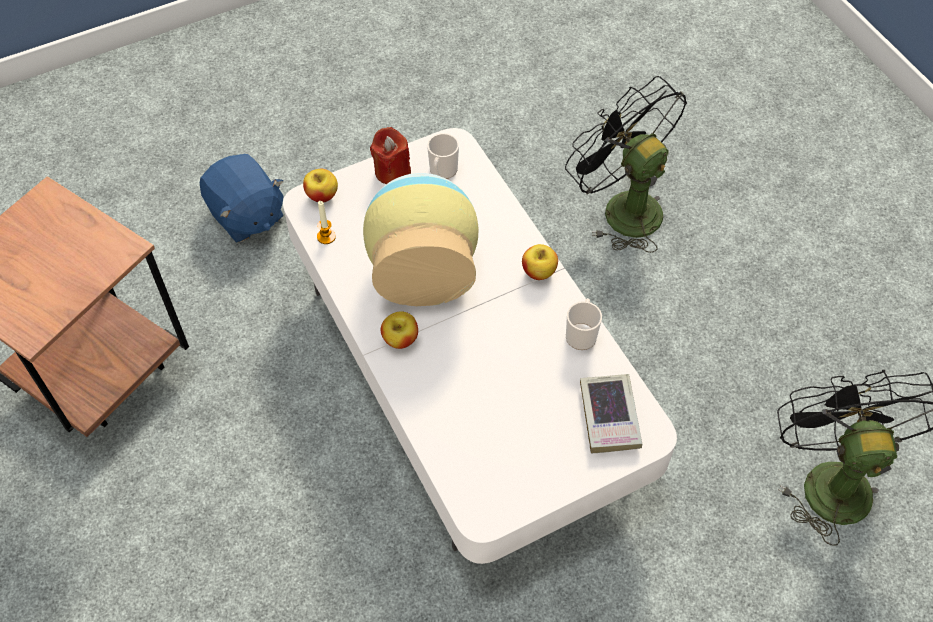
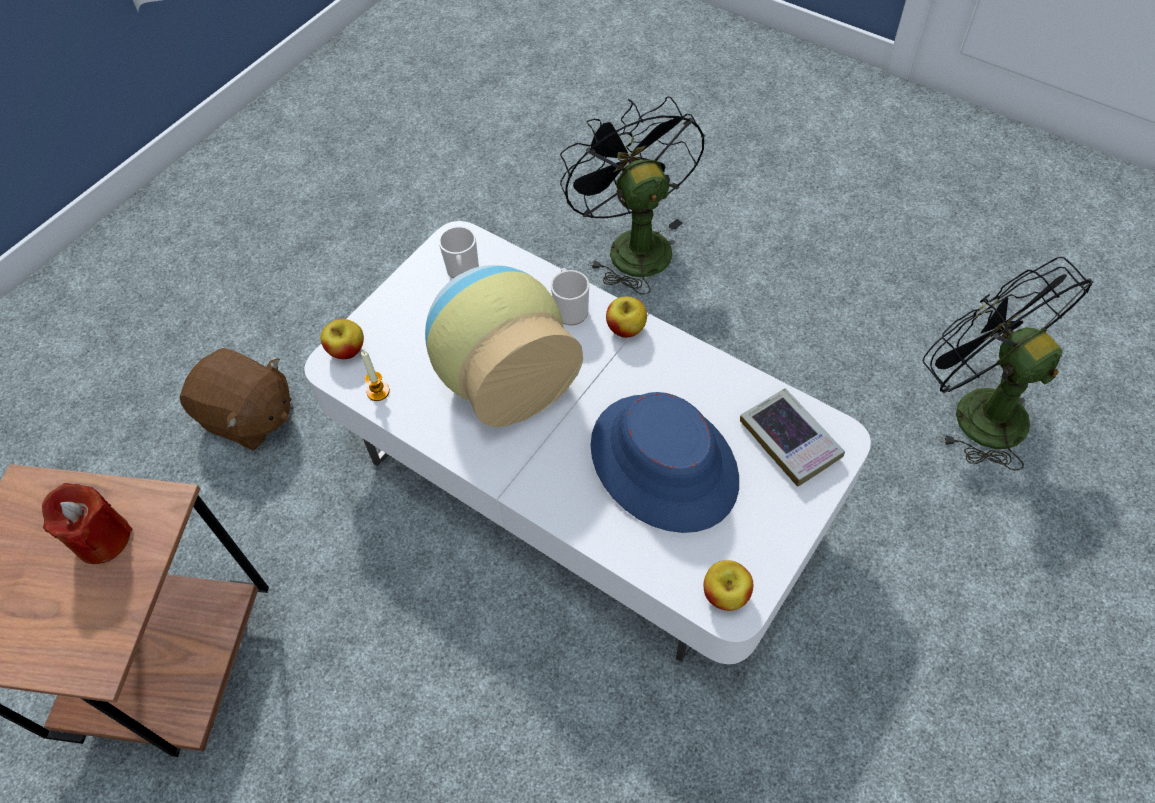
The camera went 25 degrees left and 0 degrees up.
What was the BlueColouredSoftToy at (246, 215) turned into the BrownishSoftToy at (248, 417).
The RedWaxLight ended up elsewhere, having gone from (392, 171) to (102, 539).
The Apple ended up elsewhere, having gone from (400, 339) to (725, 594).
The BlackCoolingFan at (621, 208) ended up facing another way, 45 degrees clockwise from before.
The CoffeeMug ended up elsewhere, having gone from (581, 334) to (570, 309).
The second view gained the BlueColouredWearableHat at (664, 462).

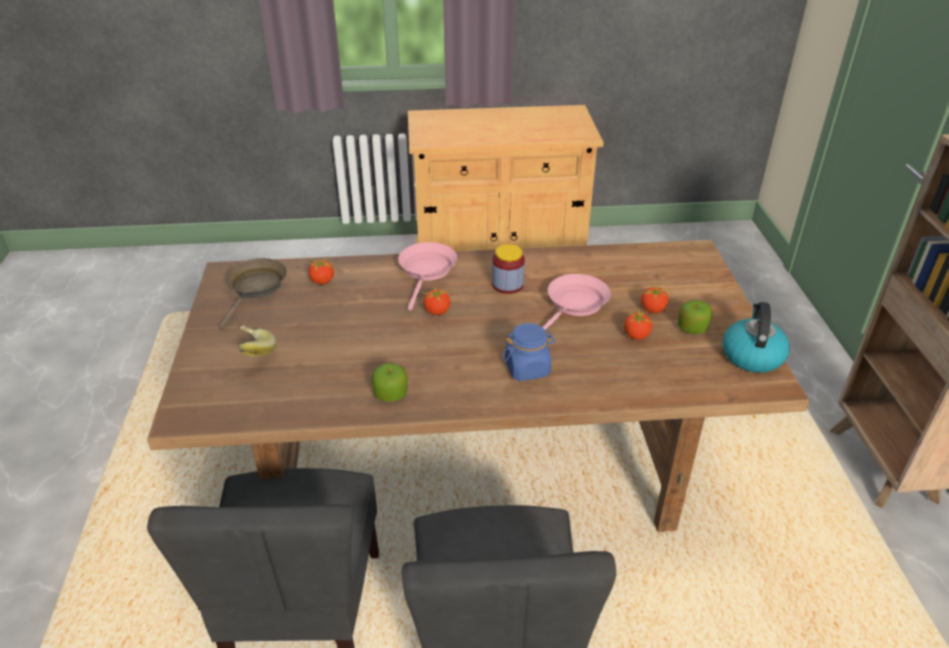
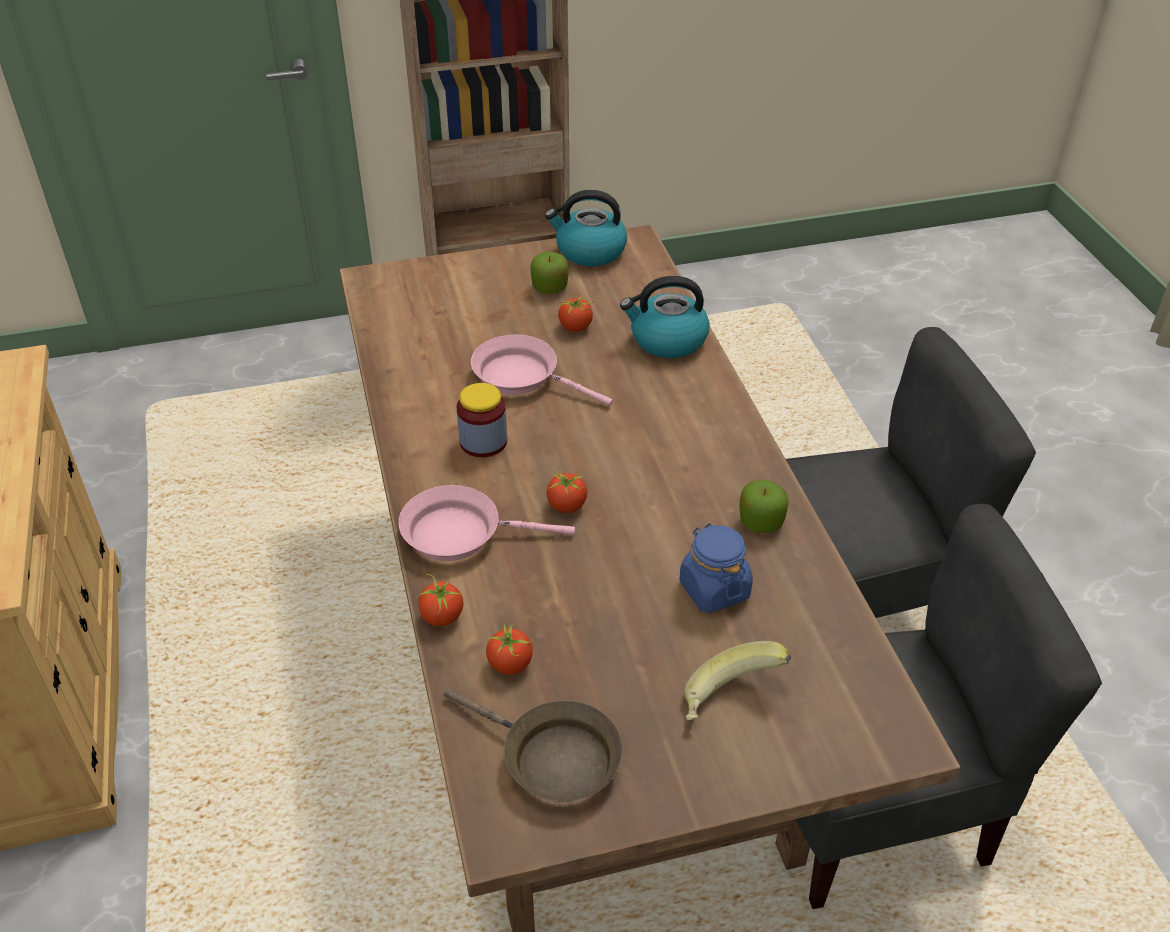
The camera went 100 degrees left and 5 degrees up.
The BrownishSkillet at (255, 289) ended up facing another way, 150 degrees counterclockwise from before.
The BlueColouredJar ended up elsewhere, having gone from (527, 368) to (714, 589).
The WholeTomato ended up elsewhere, having gone from (653, 309) to (442, 616).
The second view gained the Kettle at (667, 340).

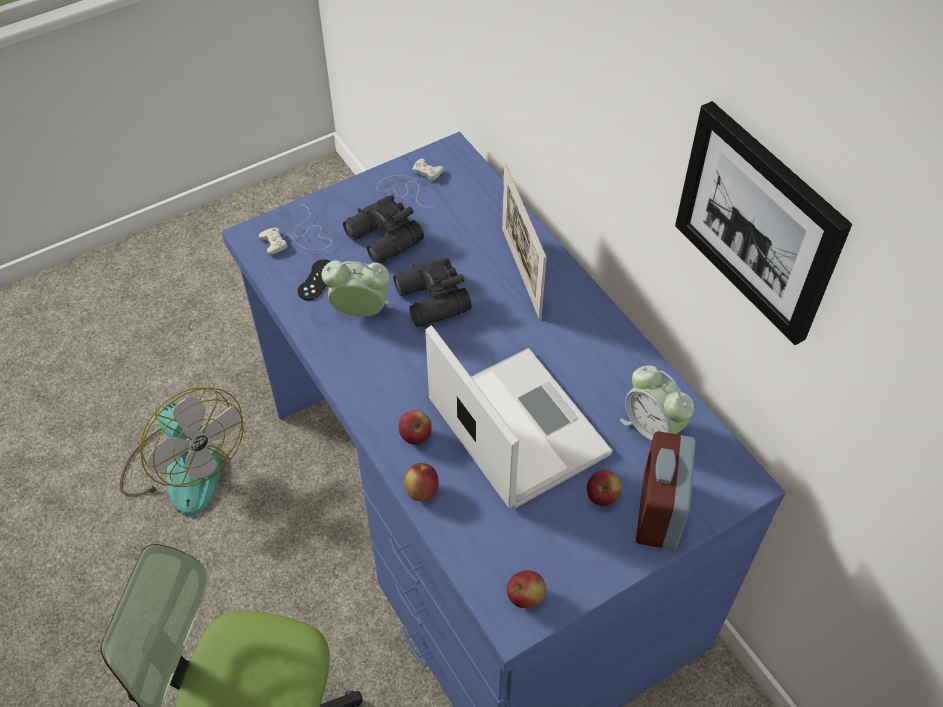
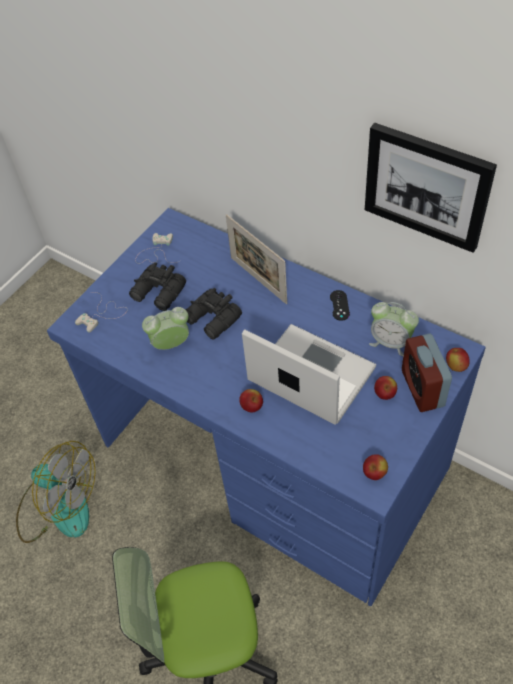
The camera went 20 degrees left and 0 degrees up.
The BlackGamepad ended up elsewhere, having gone from (316, 280) to (339, 305).
The Apple ended up elsewhere, having gone from (422, 491) to (456, 366).

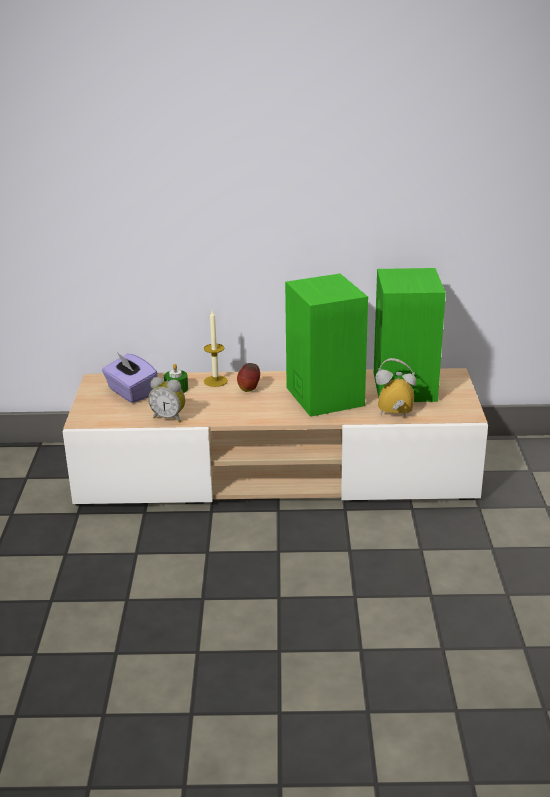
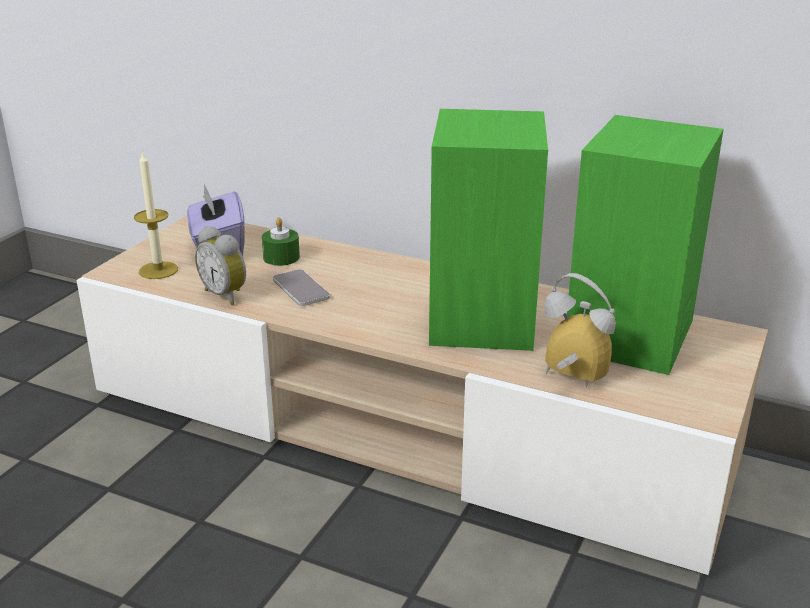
The camera went 25 degrees right and 0 degrees up.
The WaxLight ended up elsewhere, having gone from (215, 381) to (158, 270).
The second view lost the Apple at (249, 389).
The second view gained the Telephone at (301, 289).

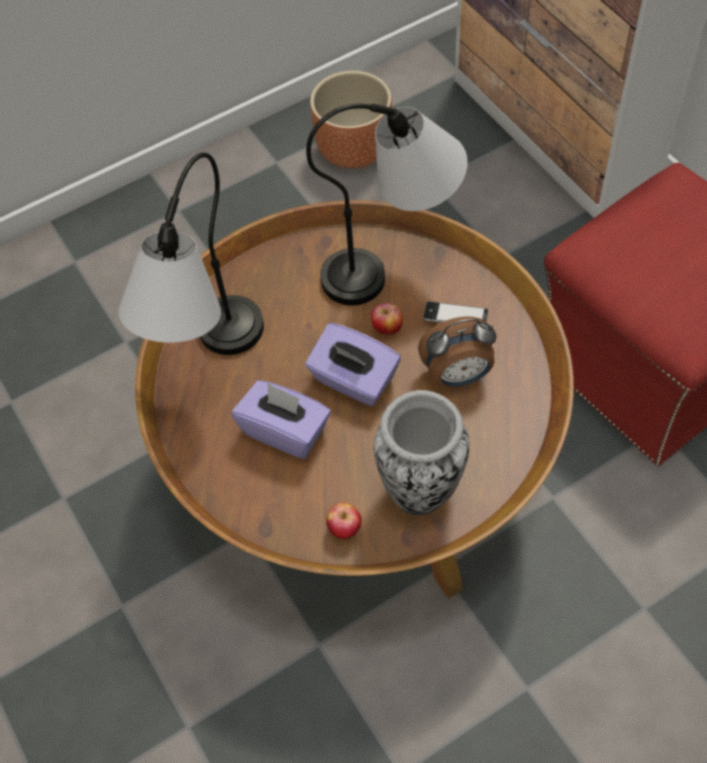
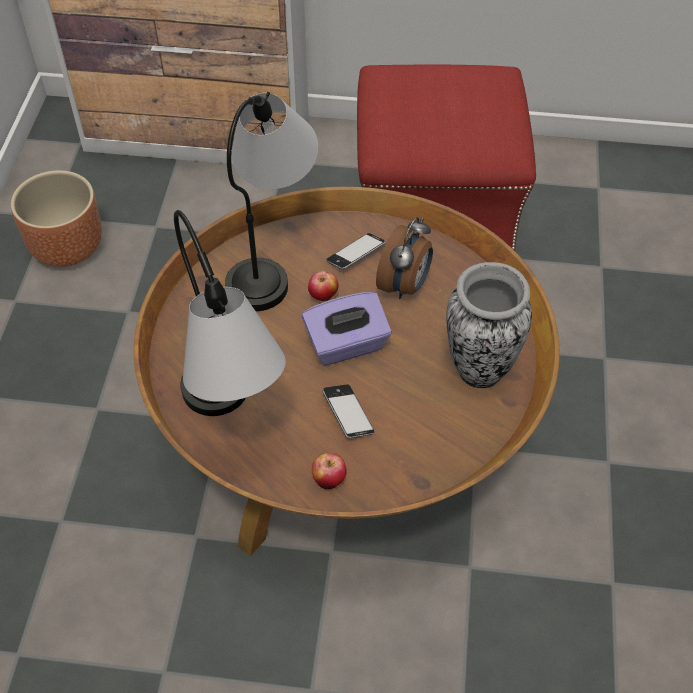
The camera went 55 degrees left and 5 degrees down.
Where the PurpleColouredTissueHolder stood at (285, 431), the Telephone came to stand at (348, 414).
The Apple ended up elsewhere, having gone from (345, 529) to (329, 480).

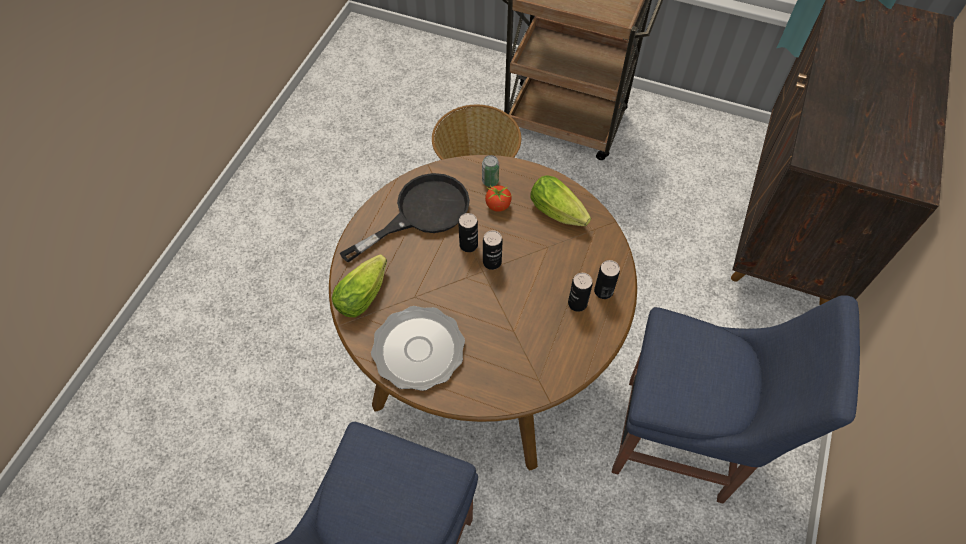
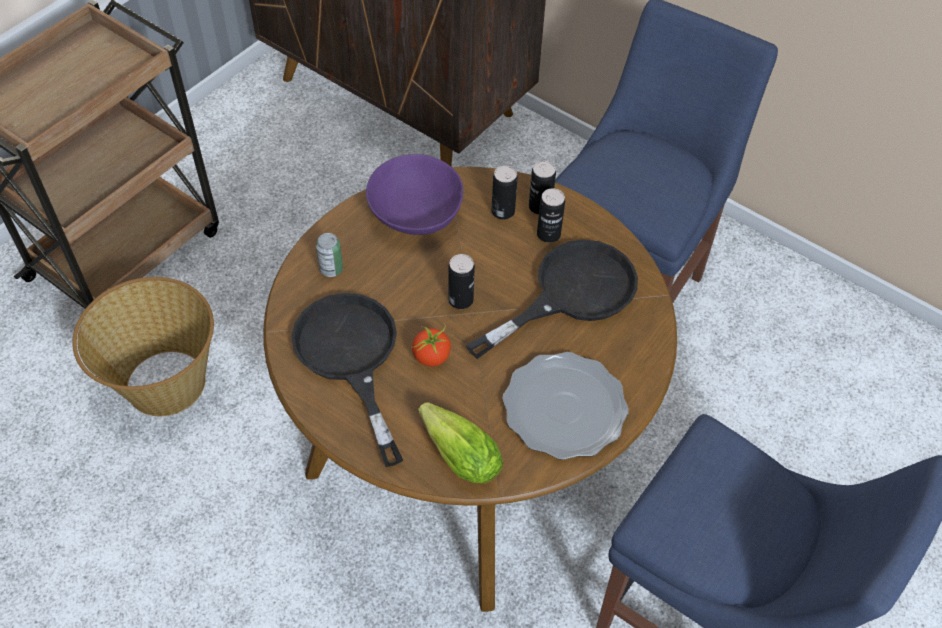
The camera went 75 degrees left and 5 degrees down.
The MetalCan ended up elsewhere, having gone from (468, 245) to (503, 211).
The WholeTomato ended up elsewhere, having gone from (498, 205) to (432, 356).
Where the HeadOfLettuce stood at (560, 213), the PurpleColouredServingBowl came to stand at (414, 213).
The second view gained the BlackSkillet at (570, 294).

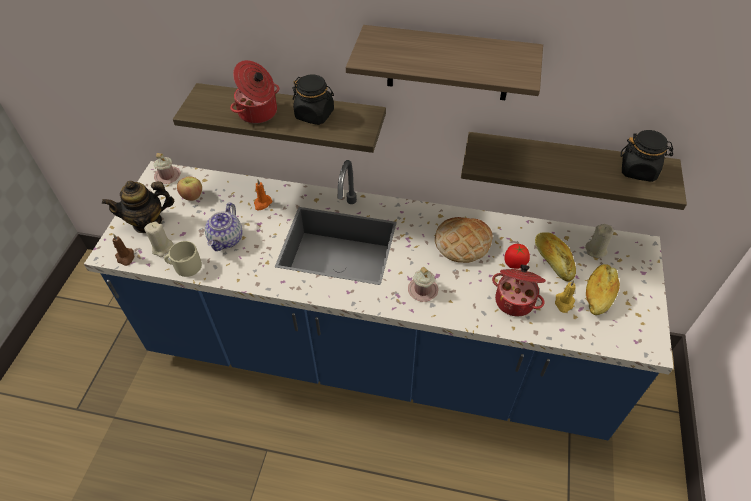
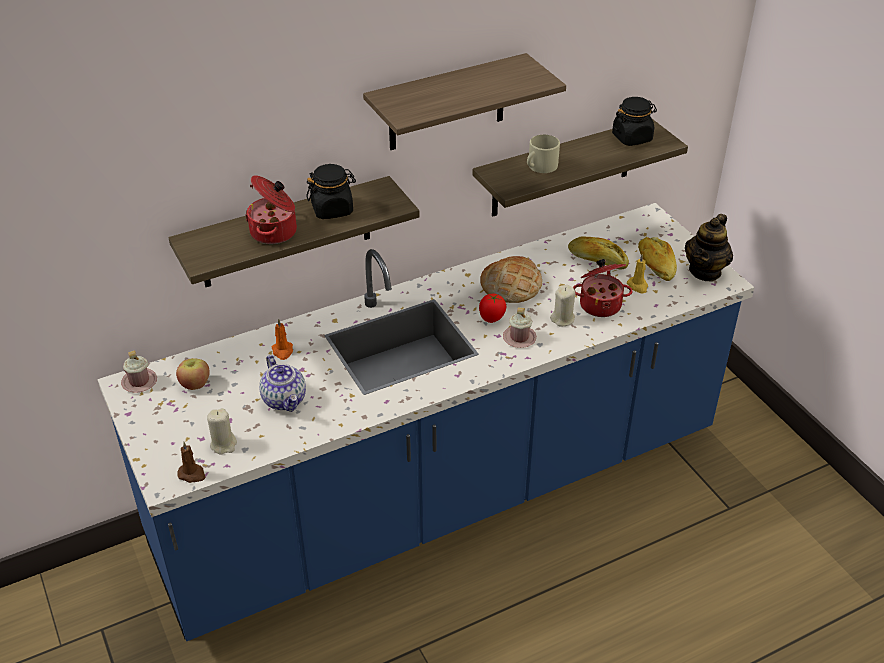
The camera went 40 degrees left and 10 degrees down.
The Teapot ended up elsewhere, having gone from (147, 222) to (705, 271).
The SandColouredCoffeeMug ended up elsewhere, having gone from (184, 266) to (540, 166).
The WholeTomato ended up elsewhere, having gone from (514, 263) to (491, 318).
The SandColouredWaxLight ended up elsewhere, having gone from (596, 250) to (562, 319).

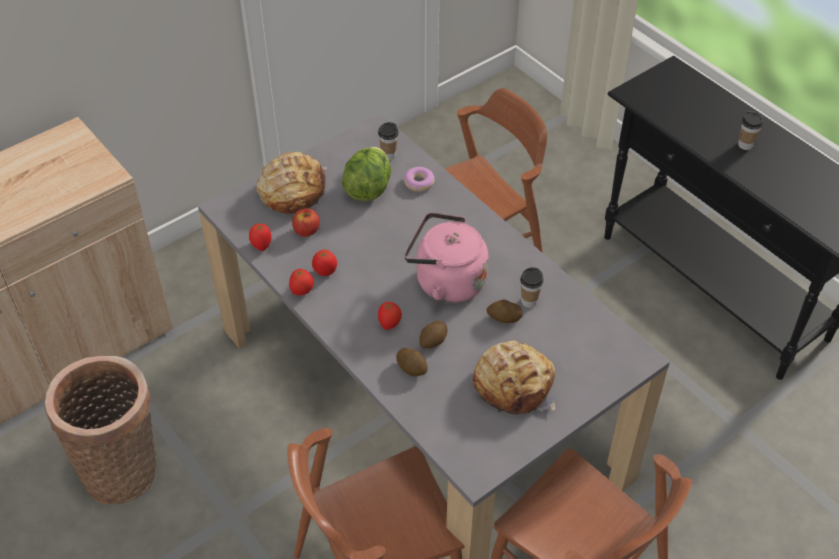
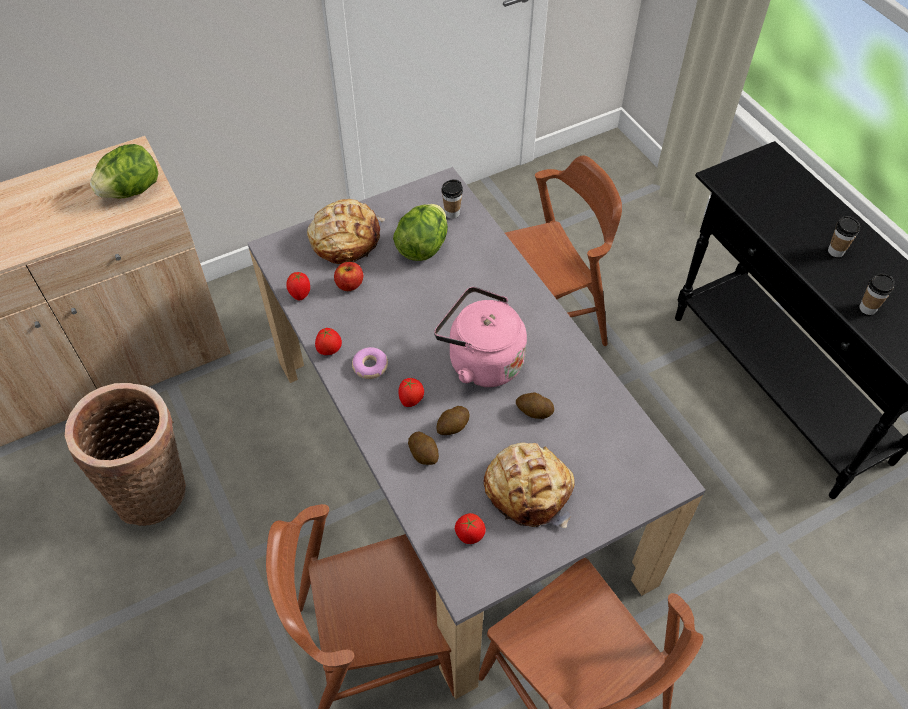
The camera went 10 degrees right and 5 degrees up.
The WholeTomato ended up elsewhere, having gone from (325, 271) to (469, 536).
The Donut ended up elsewhere, having gone from (419, 183) to (370, 366).
The DrinkingCup ended up elsewhere, having gone from (529, 301) to (867, 308).
The second view gained the HeadOfLettuce at (132, 190).

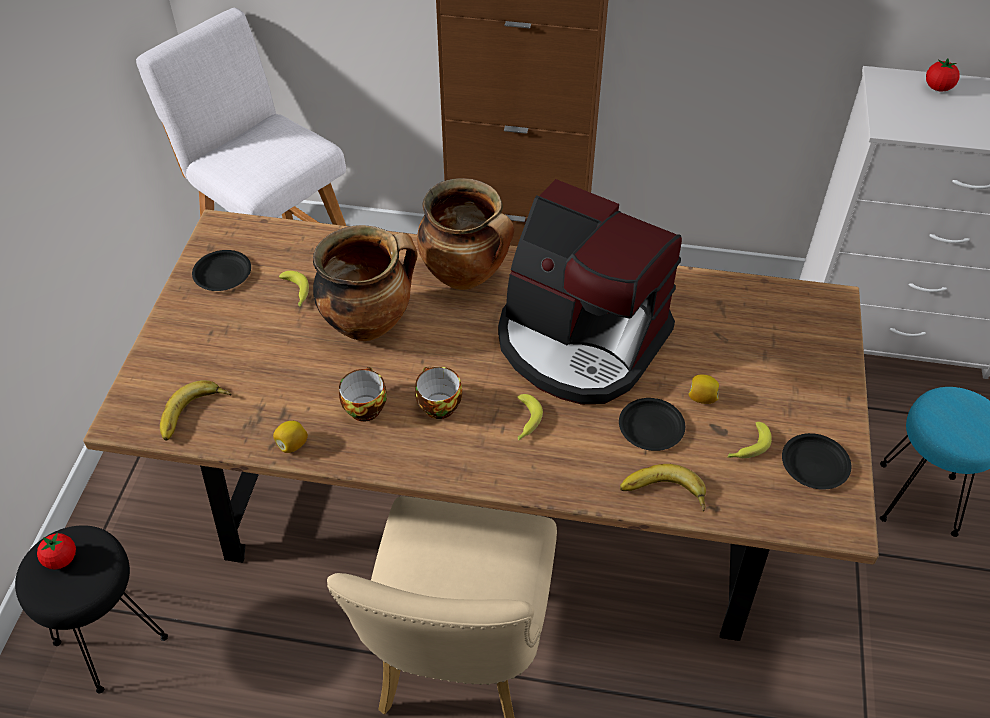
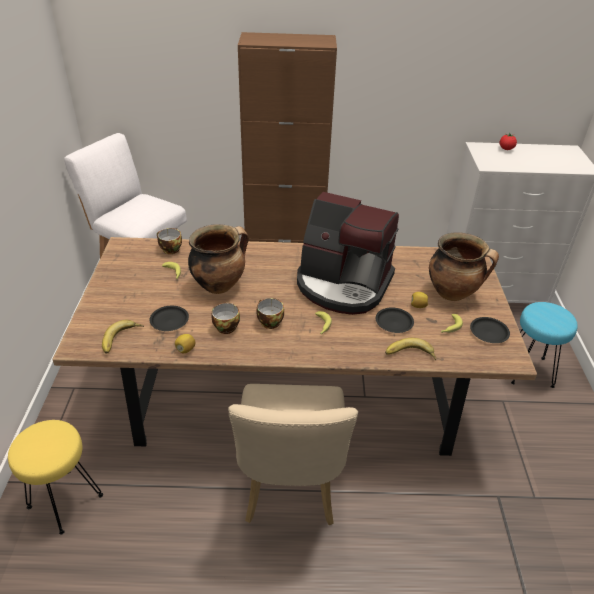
The camera went 10 degrees left and 10 degrees down.
What was the BlackStool at (112, 638) turned into the YellowStool at (66, 500).
The second view lost the WholeTomato at (61, 559).
The BlackFlatDish ended up elsewhere, having gone from (222, 274) to (169, 321).
The Saucepot ended up elsewhere, having gone from (467, 276) to (453, 293).
The second view gained the DrinkingCup at (169, 249).

